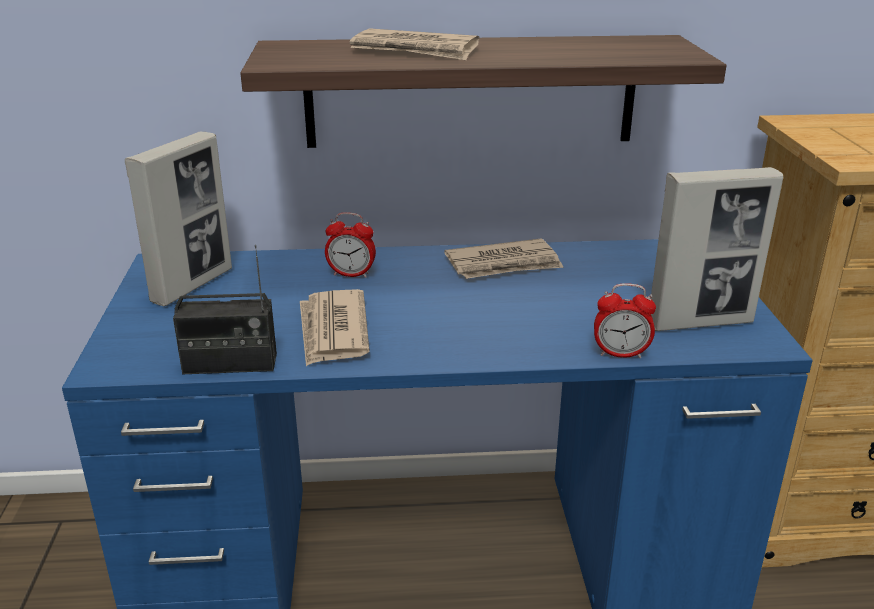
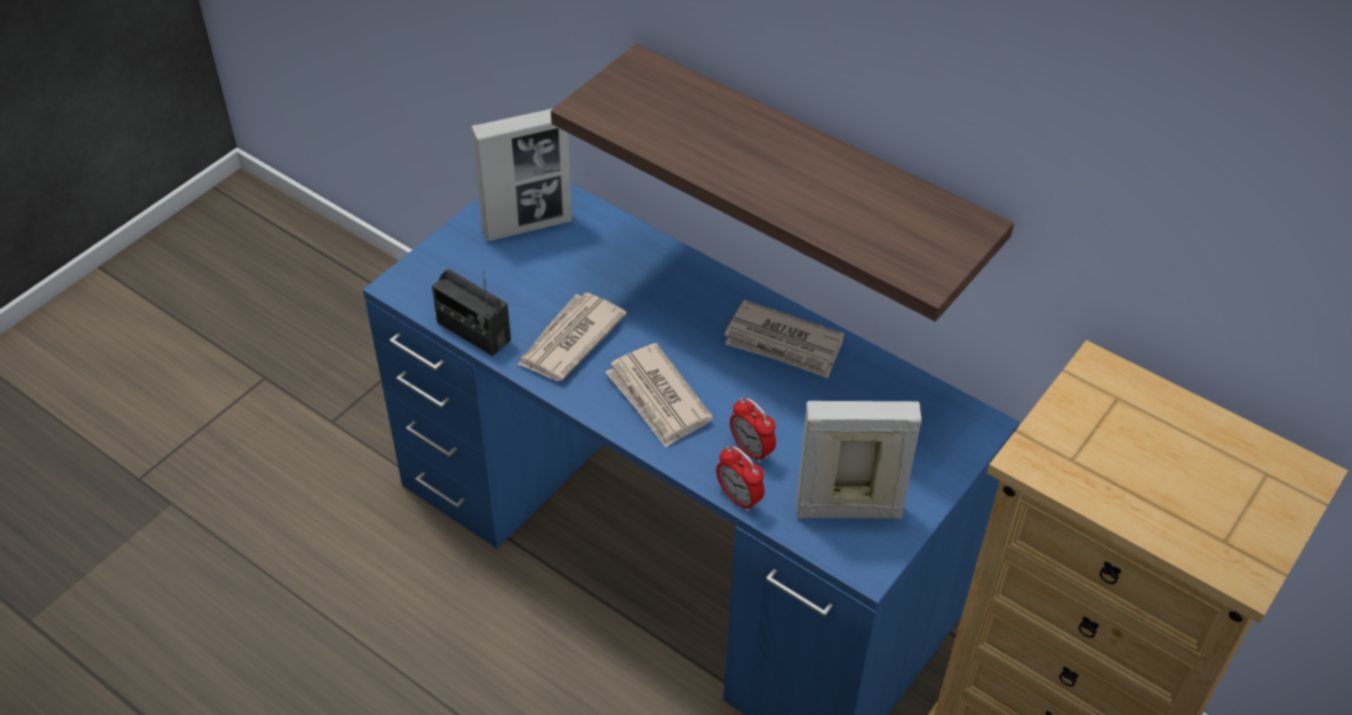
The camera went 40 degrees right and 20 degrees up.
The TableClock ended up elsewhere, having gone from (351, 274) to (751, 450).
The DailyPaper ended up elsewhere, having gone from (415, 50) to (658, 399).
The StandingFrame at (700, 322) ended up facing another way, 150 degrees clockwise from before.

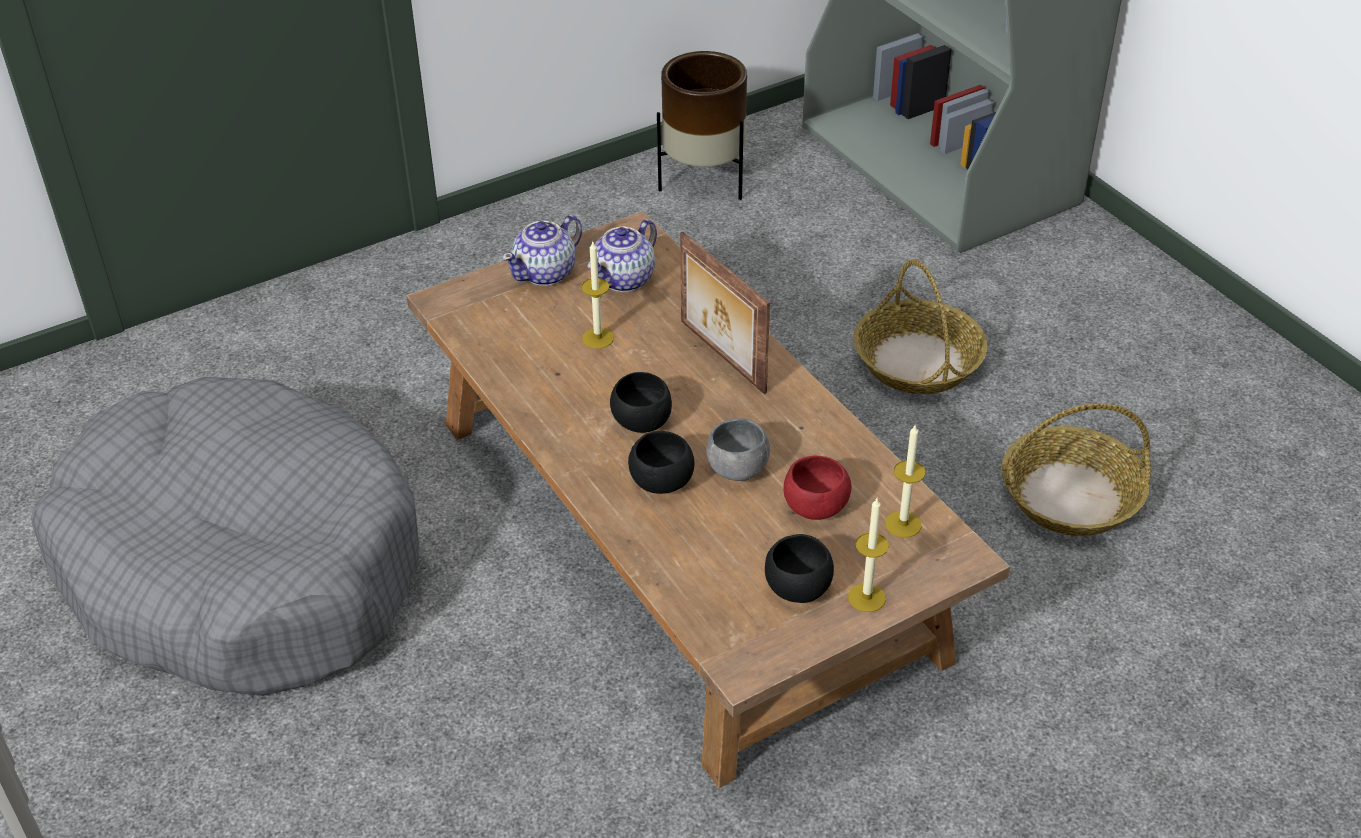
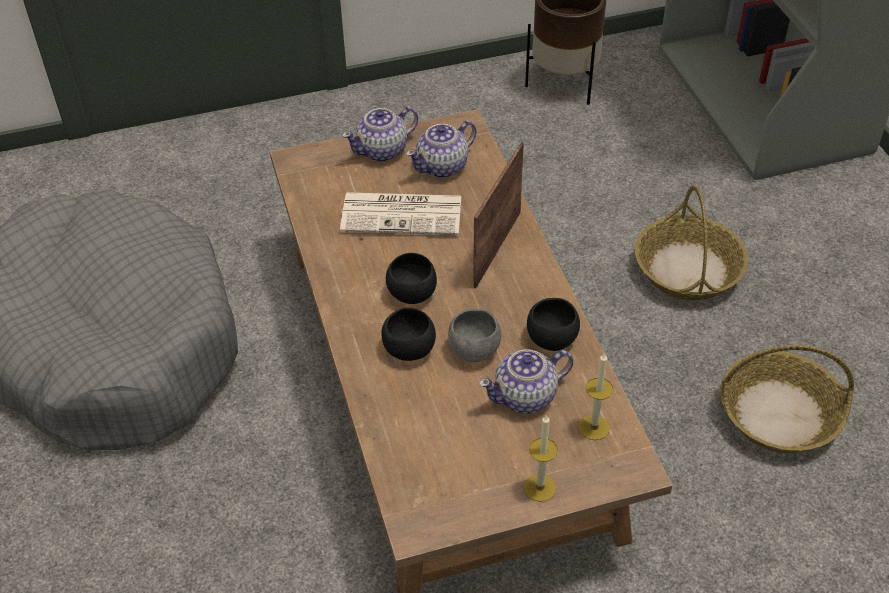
The camera went 15 degrees right and 5 degrees up.
Where the WaxLight stood at (598, 338), the DailyPaper came to stand at (403, 214).
The StandingFrame at (720, 357) ended up facing another way, 45 degrees clockwise from before.
The BlackServingBowl ended up elsewhere, having gone from (798, 588) to (552, 338).
Where the RedServingBowl stood at (815, 507), the Teapot came to stand at (526, 396).

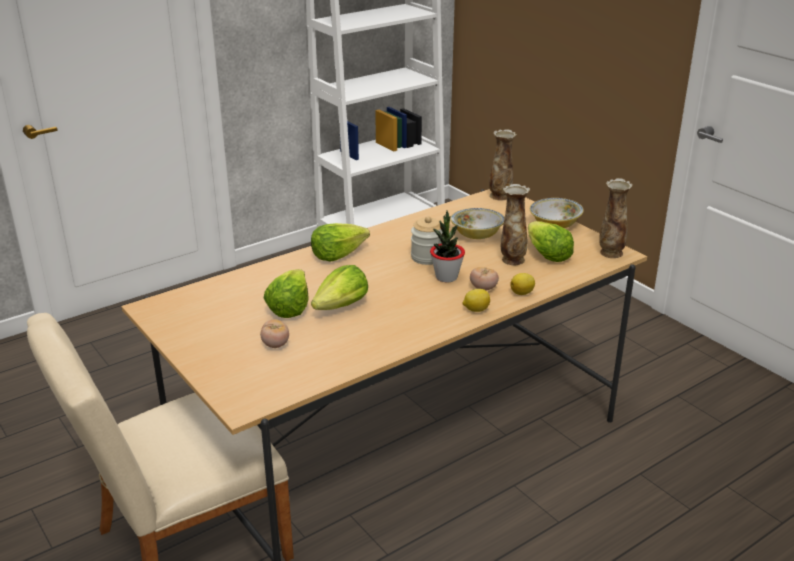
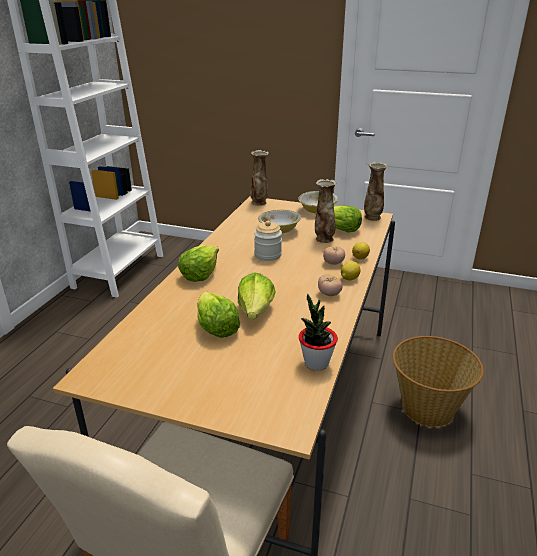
The camera went 35 degrees left and 0 degrees up.
The WholeTomato ended up elsewhere, having gone from (275, 345) to (329, 294).
The PlantInAPot ended up elsewhere, having gone from (446, 277) to (316, 363).
The second view gained the HouseholdBasket at (428, 408).

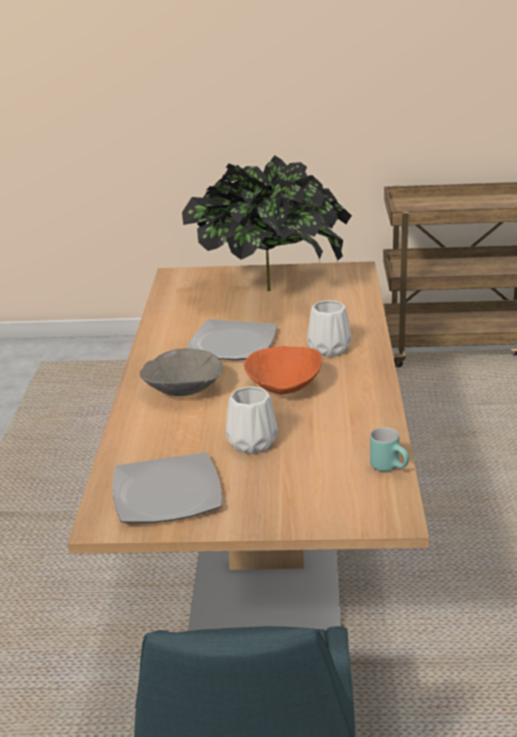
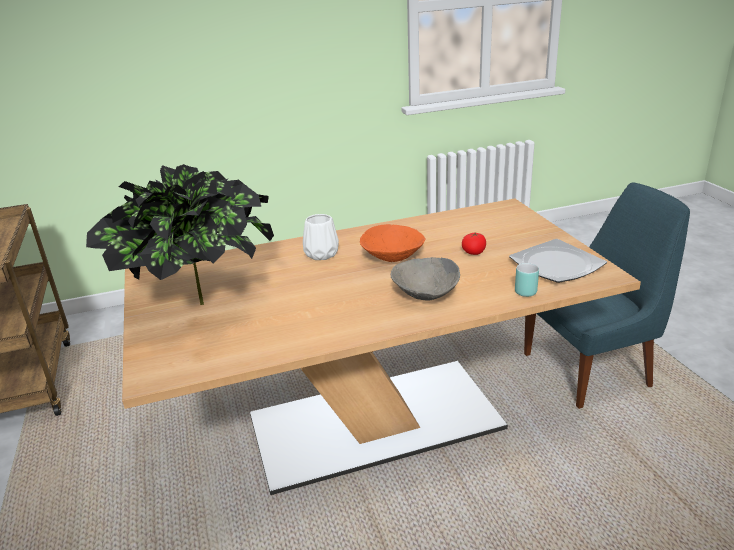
The camera went 110 degrees left and 0 degrees up.
The second view lost the FlatDish at (231, 344).
Where the WhitishFlowerVase stood at (253, 442), the WholeTomato came to stand at (473, 252).
The BlueGreenCoffeeMug ended up elsewhere, having gone from (390, 467) to (525, 289).

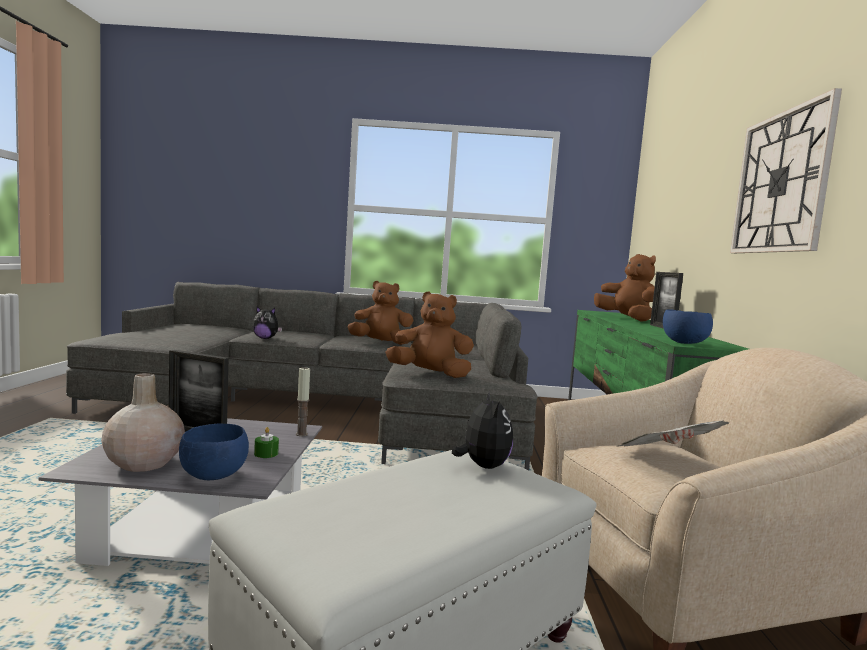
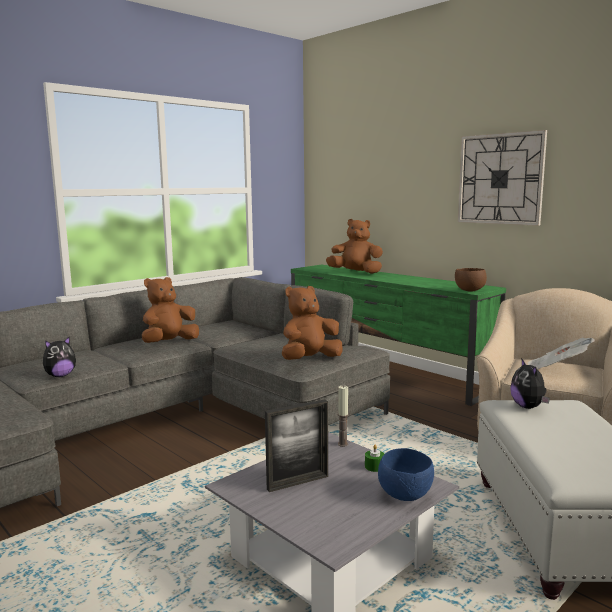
The camera went 45 degrees left and 5 degrees up.
The second view lost the SandColouredFlowerVase at (143, 463).
The SoftToy at (482, 466) ended up facing another way, 135 degrees counterclockwise from before.
The second view lost the StandingFrame at (662, 327).
What was the BlueColouredServingBowl at (683, 343) turned into the BrownishServingBowl at (469, 290).

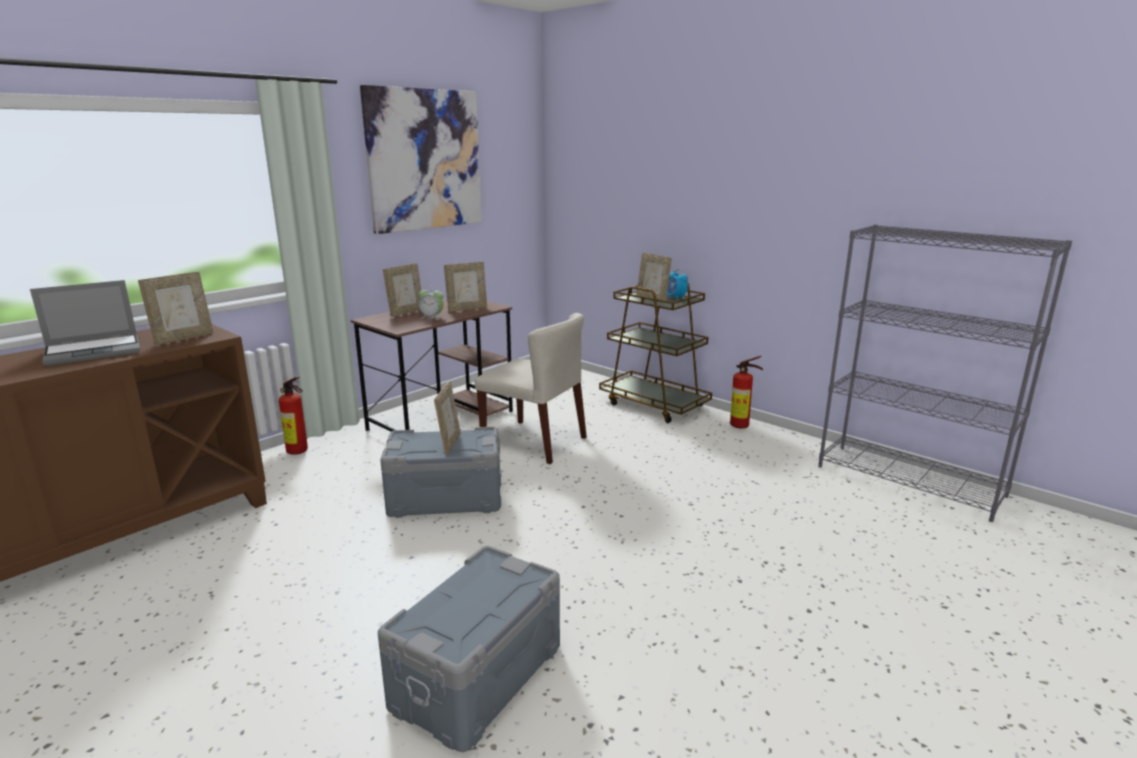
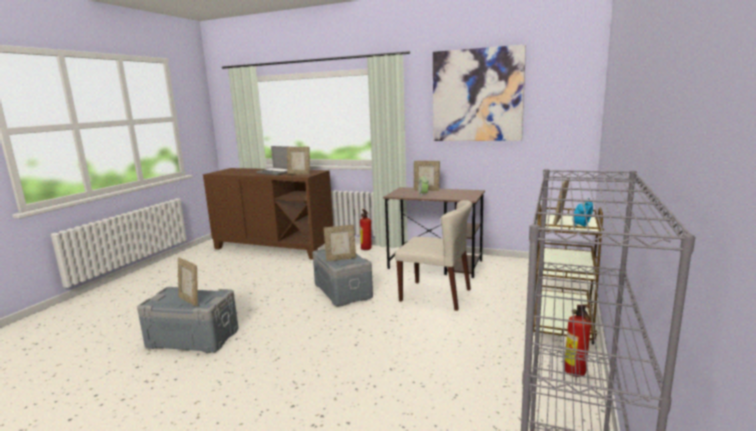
The camera went 70 degrees right and 5 degrees down.
The StandingFrame ended up elsewhere, having gone from (467, 309) to (190, 300).
The SandColouredChair at (535, 441) ended up facing another way, 75 degrees counterclockwise from before.

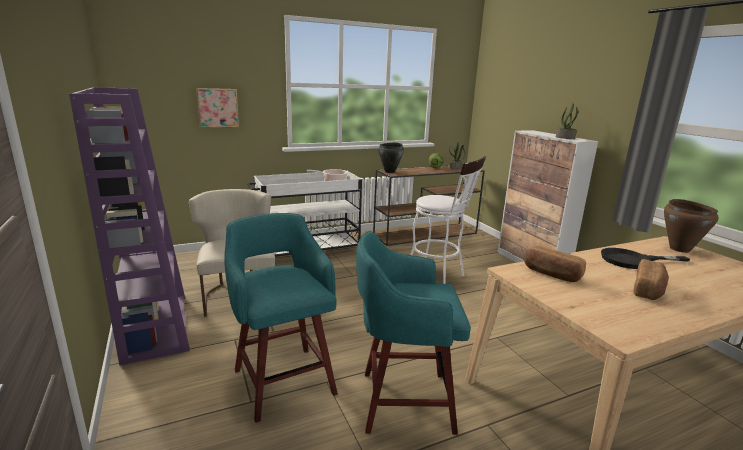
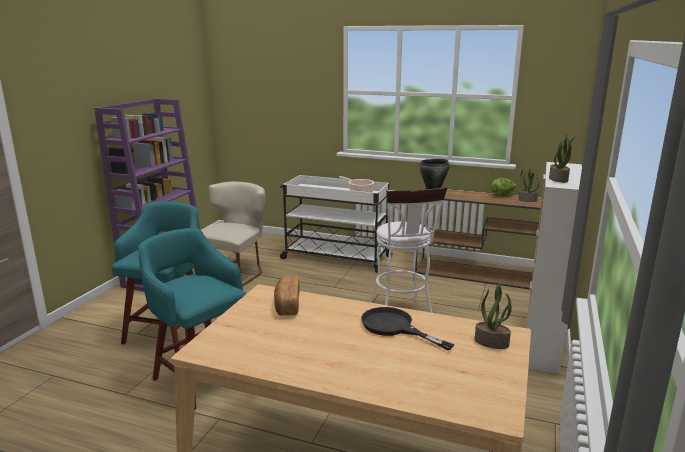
The camera went 45 degrees right and 0 degrees up.
The second view lost the WallPicture at (217, 108).
The second view lost the BakeryBread at (648, 290).
Where the BrownishSaucepot stood at (679, 249), the PlantInAPot came to stand at (492, 342).

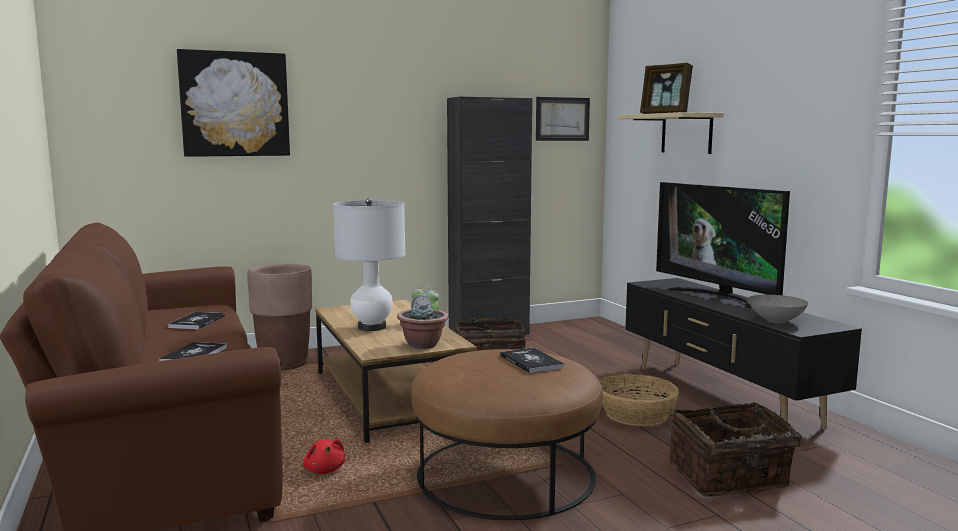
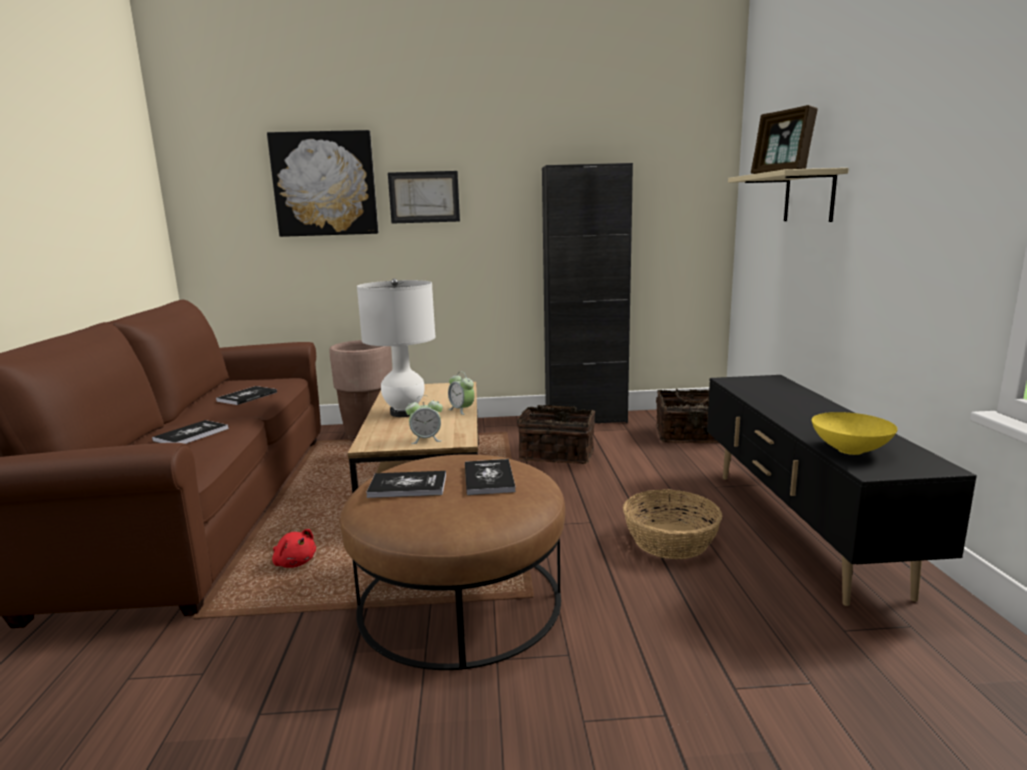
The camera went 20 degrees right and 5 degrees up.
The RedSoftToy at (324, 470) ended up facing another way, 45 degrees counterclockwise from before.
Where the PlantInAPot stood at (423, 345), the TableClock came to stand at (426, 439).
The WallPicture ended up elsewhere, having gone from (562, 119) to (424, 197).
The second view lost the TvSet at (717, 297).
The HouseholdBasket ended up elsewhere, having gone from (730, 477) to (691, 435).
What was the GreyishServingBowl at (777, 321) turned into the YellowServingBowl at (851, 450).
The second view gained the Book at (407, 486).

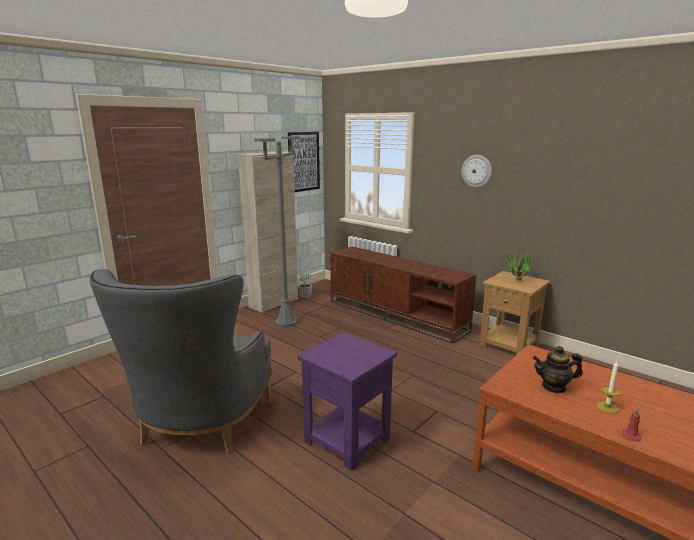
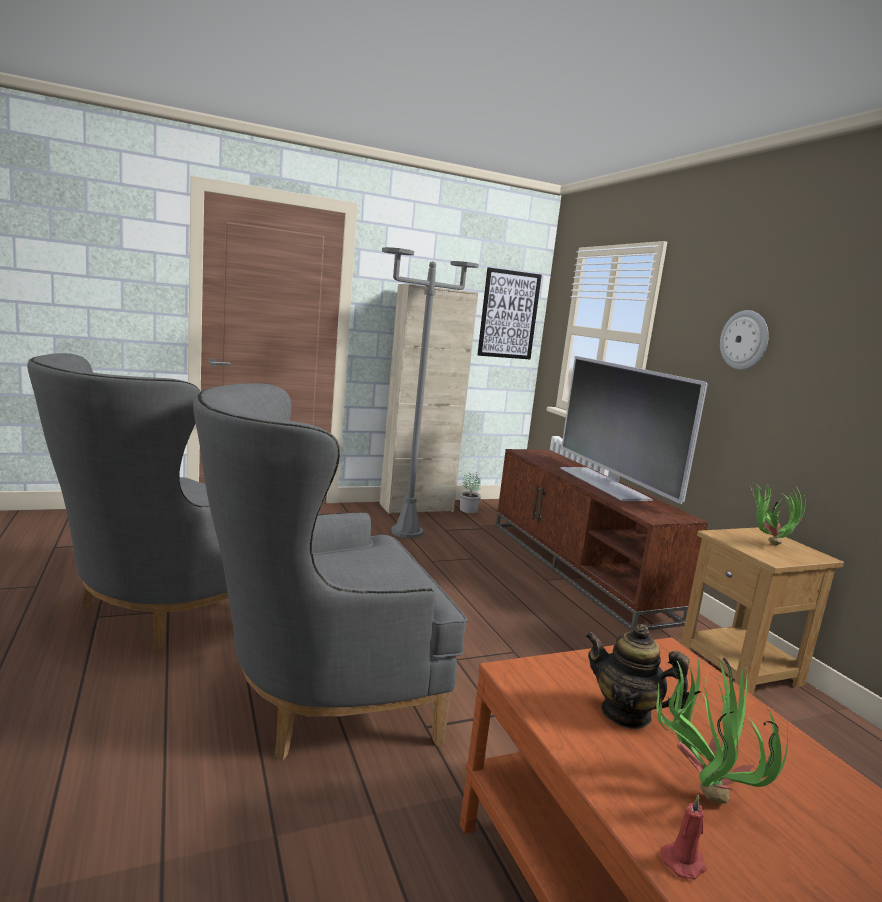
The camera went 25 degrees right and 5 degrees down.
Where the PurpleColouredAccentTable stood at (346, 440), the GreyishArmchair came to stand at (315, 697).
Where the WaxLight stood at (607, 407), the PlantInAPot came to stand at (699, 790).
The second view gained the TvSet at (604, 483).

